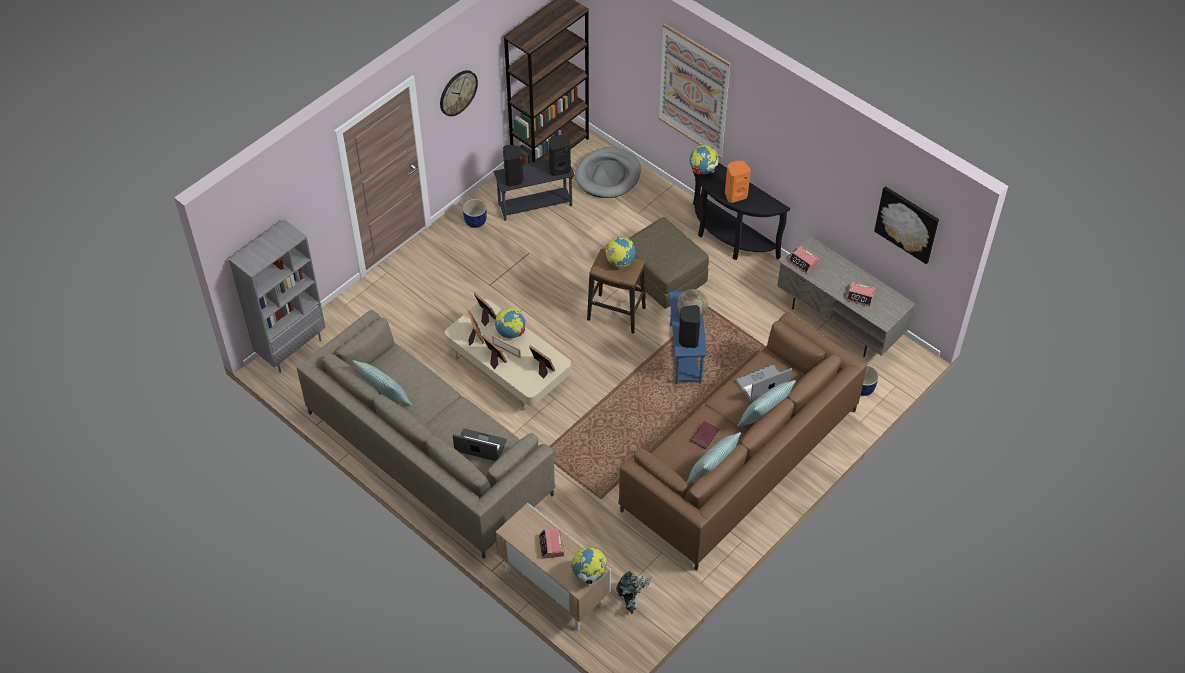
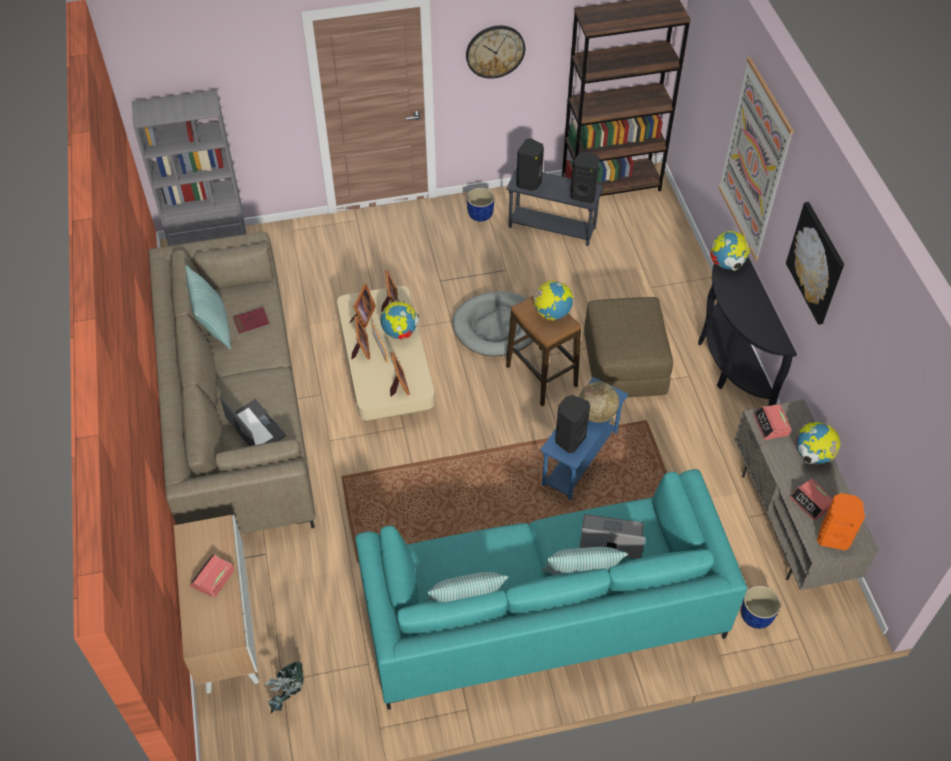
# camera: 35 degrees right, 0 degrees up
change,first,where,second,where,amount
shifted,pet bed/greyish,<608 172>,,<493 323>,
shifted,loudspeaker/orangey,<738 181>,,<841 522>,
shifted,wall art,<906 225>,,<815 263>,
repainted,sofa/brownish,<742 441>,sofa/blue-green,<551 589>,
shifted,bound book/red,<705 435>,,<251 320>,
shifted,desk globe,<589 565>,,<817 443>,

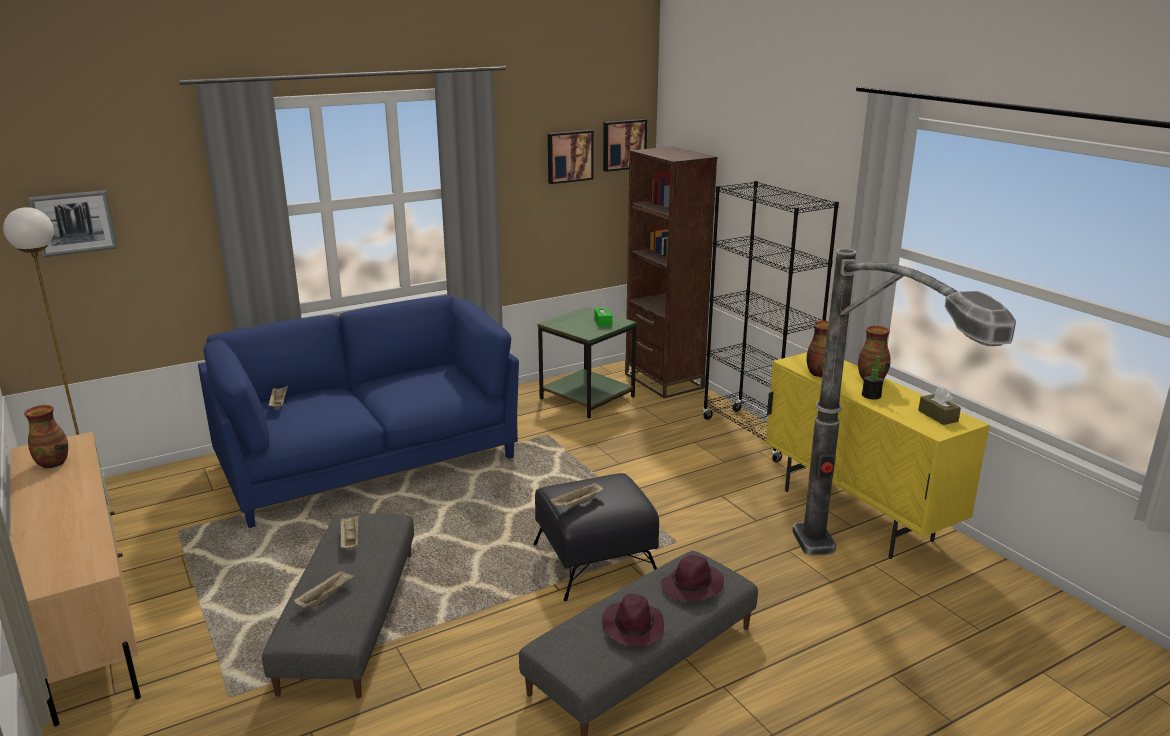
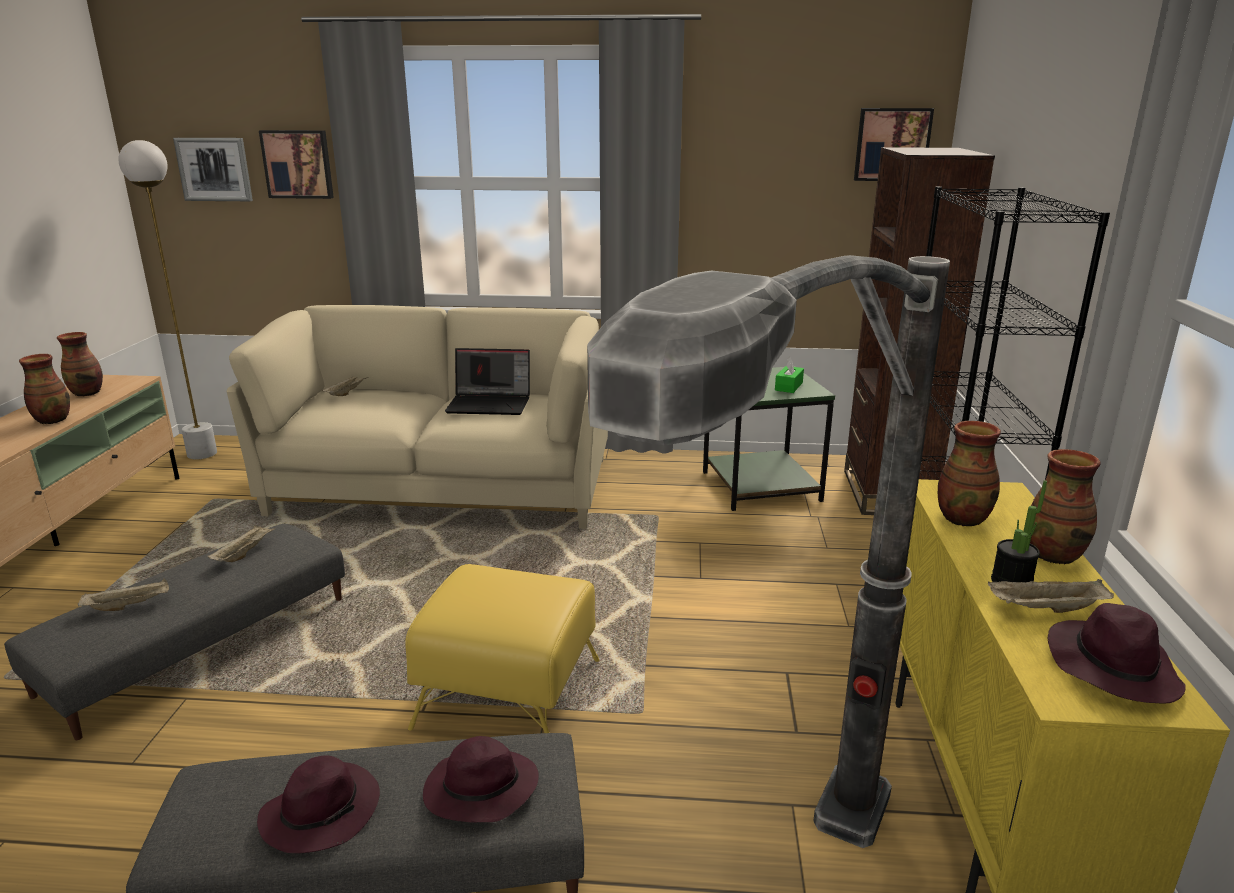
# camera: 35 degrees right, 0 degrees up
change,first,where,second,where,amount
shifted,wall art,<571 157>,,<296 164>,
repainted,sofa/blue-coloured,<358 411>,sofa/beige,<417 417>,
swapped,tissue holder/brownish,<939 406>,clothing hat/purple-coloured,<1117 653>,
repainted,footrest/black,<596 537>,footrest/yellow-coloured,<502 648>,
shifted,serving tray/beige,<577 494>,,<1051 596>,
new,,,laptop,<487 381>,
new,,,flower vase,<44 389>,

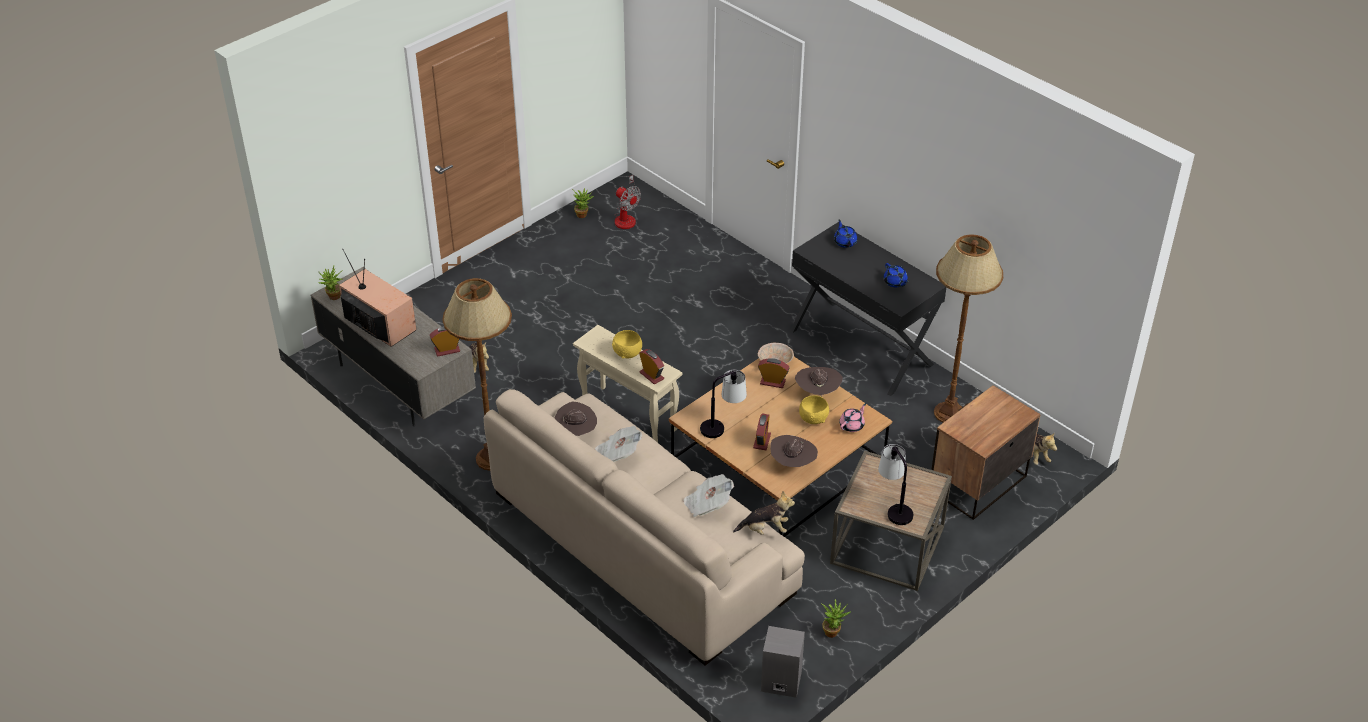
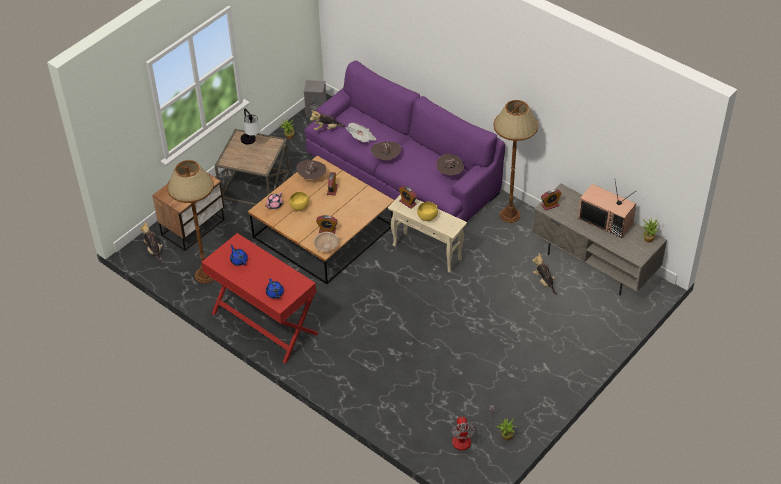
# camera: 175 degrees right, 5 degrees up
change,first,where,second,where,amount
rotated,cooling fan,<628 202>,,<472 427>,135 degrees counterclockwise
repainted,desk/black,<868 309>,desk/red,<260 298>,
shifted,clothing hat/brownish,<819 381>,,<386 151>,
gone,tabletop lamp,<723 404>,,,
repainted,sofa/beige,<644 527>,sofa/purple-coloured,<404 141>,
gone,printed paper,<618 444>,,,

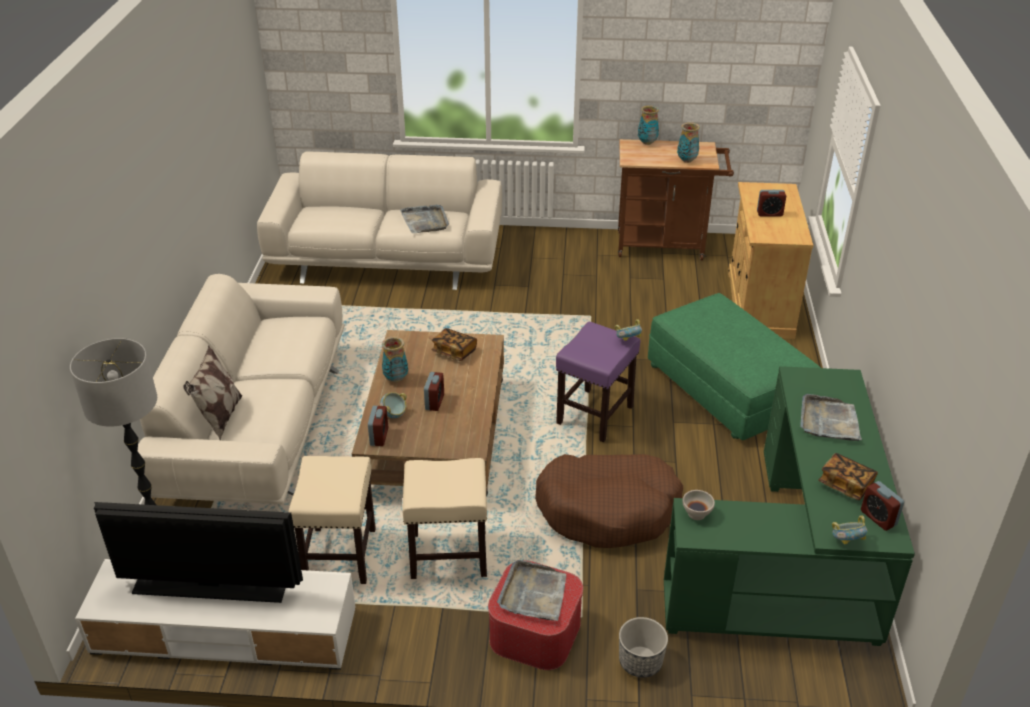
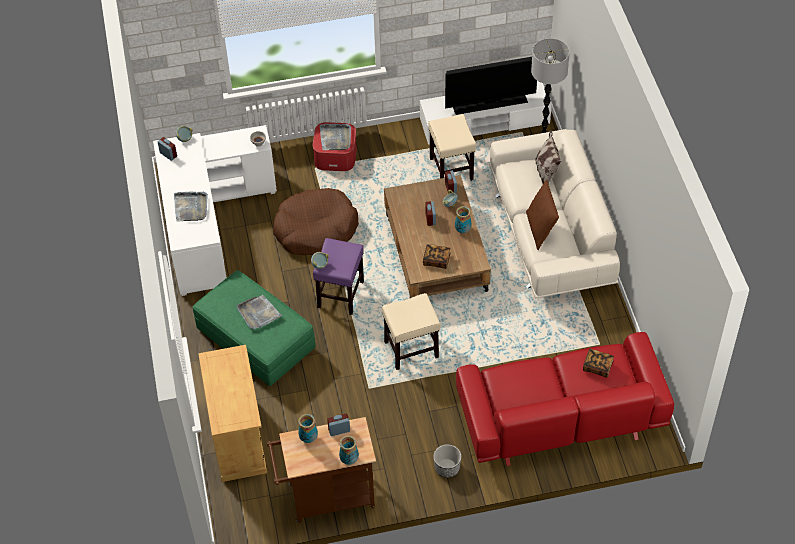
# camera: 165 degrees right, 15 degrees up
change,first,where,second,where,amount
repainted,sofa/beige,<379 220>,sofa/red,<565 399>,
shifted,bedside clock,<771 203>,,<338 425>,
shifted,serving tray/greyish,<424 219>,,<259 312>,
repainted,desk/greenish,<789 506>,desk/whitish,<215 210>,
shifted,bound book,<848 476>,,<598 363>,
shifted,stool/beige,<444 518>,,<411 331>,
shifted,plant pot,<643 647>,,<447 461>,
new,,,cushion/brownish,<542 214>,

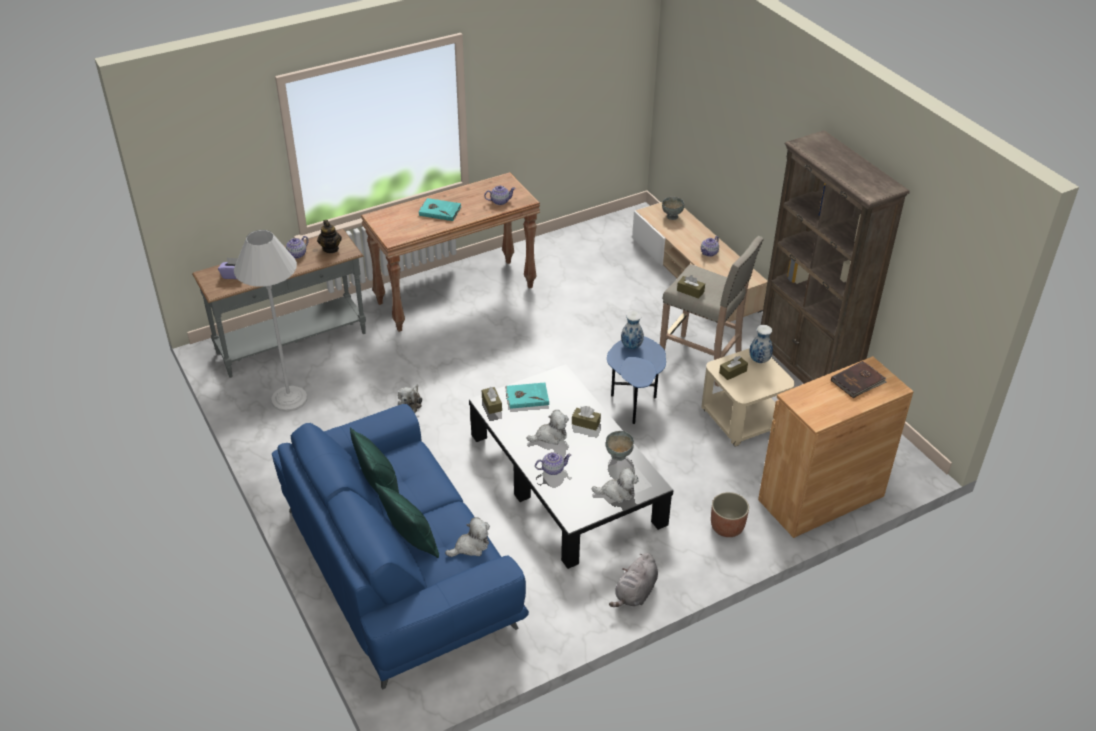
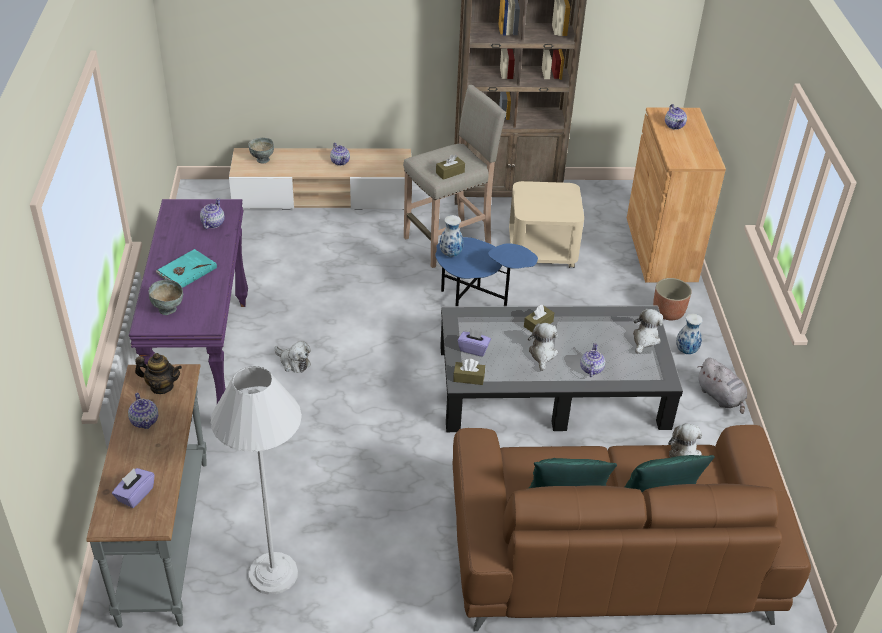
# camera: 65 degrees left, 0 degrees up
change,first,where,second,where,amount
repainted,narrow table/brownish,<450 252>,narrow table/purple-coloured,<188 301>,
shifted,flower vase,<761 344>,,<689 334>,
gone,tissue holder/brownish,<733 368>,,,
swapped,bound book/brownish,<859 379>,teapot,<676 117>,
swapped,bound book/blue-green,<527 396>,tissue holder/purple-coloured,<474 342>,
shifted,cuddly toy,<410 399>,,<292 357>,
repainted,sofa/blue-coloured,<400 547>,sofa/brownish,<632 528>,
shifted,deep dish/greyish,<620 446>,,<166 297>,

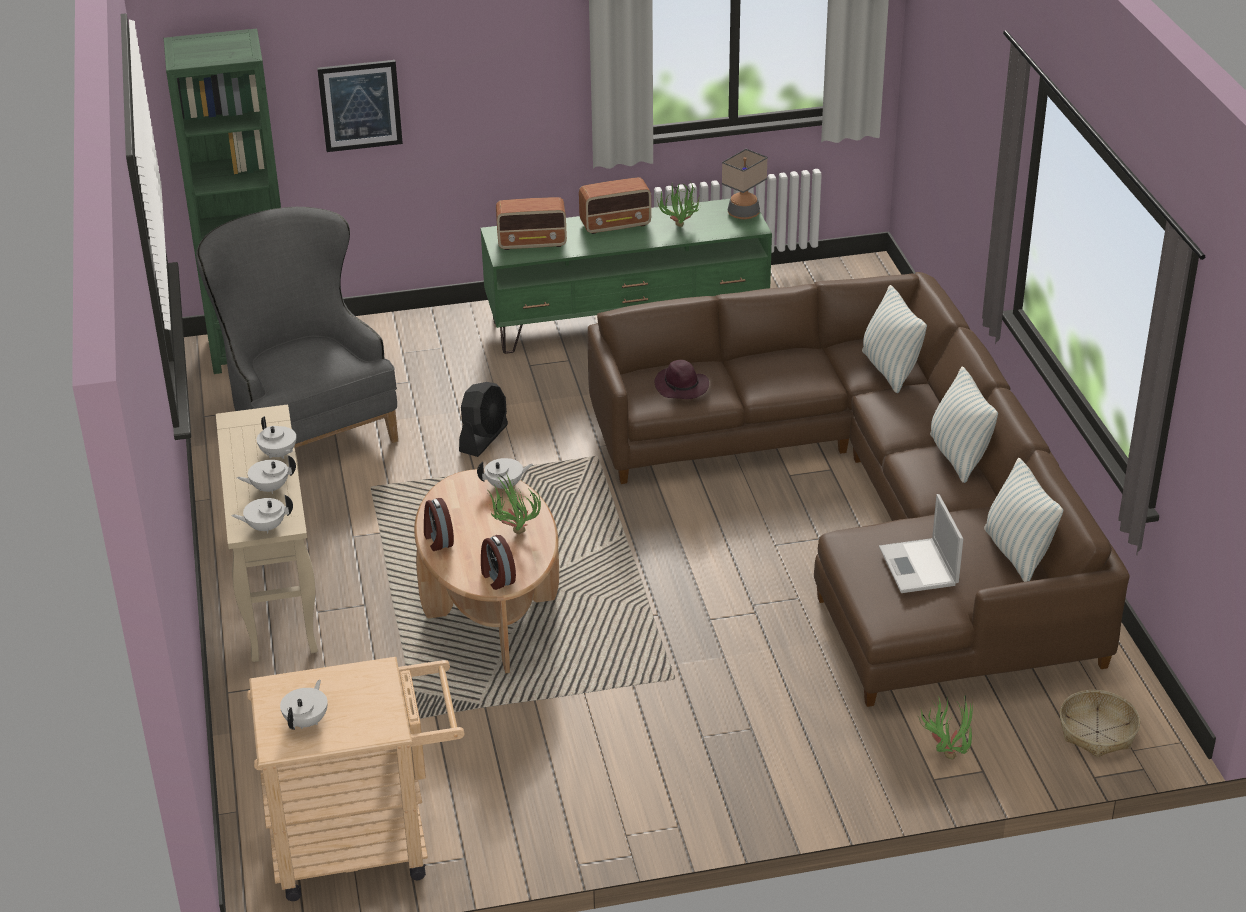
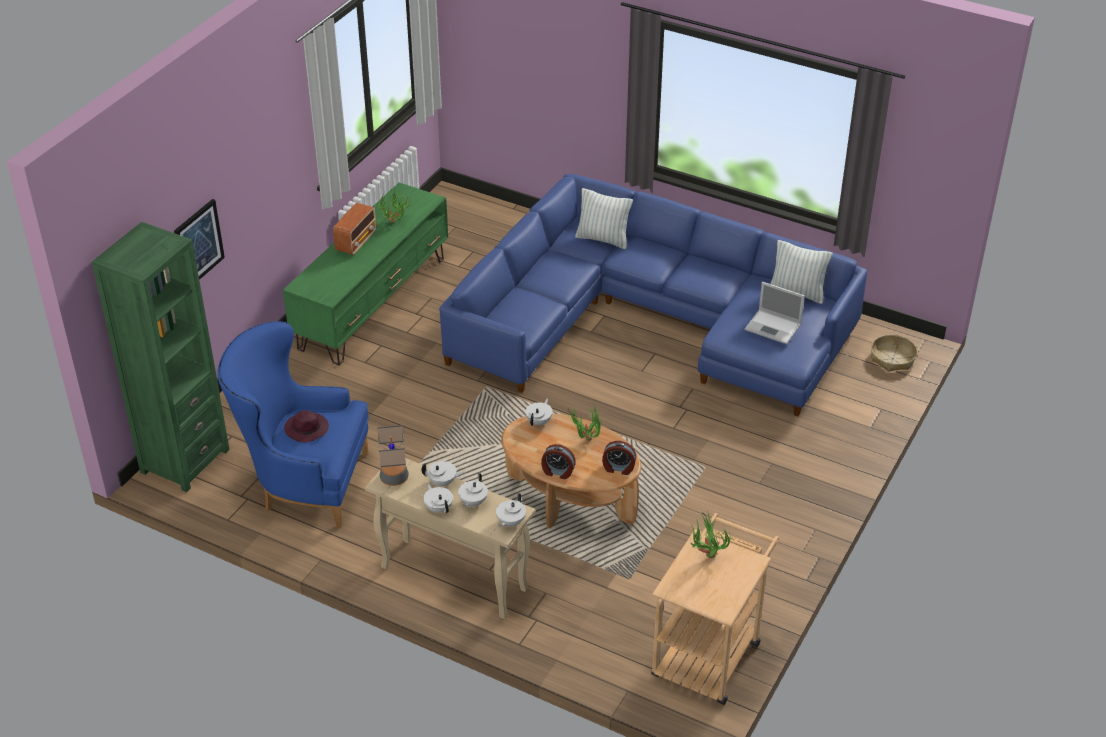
# camera: 50 degrees left, 5 degrees up
change,first,where,second,where,amount
shifted,tabletop lamp,<745 184>,,<393 455>,
gone,radio,<531 223>,,,
repainted,armchair/greyish,<297 327>,armchair/blue-coloured,<293 424>,
repainted,sofa/brownish,<858 489>,sofa/blue-coloured,<653 295>,
shifted,clothing hat/purple-coloured,<681 379>,,<306 426>,
gone,cushion,<964 425>,,,
gone,cooling fan/black,<483 419>,,,
shifted,teapot/whitish,<304 705>,,<438 498>,
shifted,houseplant,<946 727>,,<710 534>,

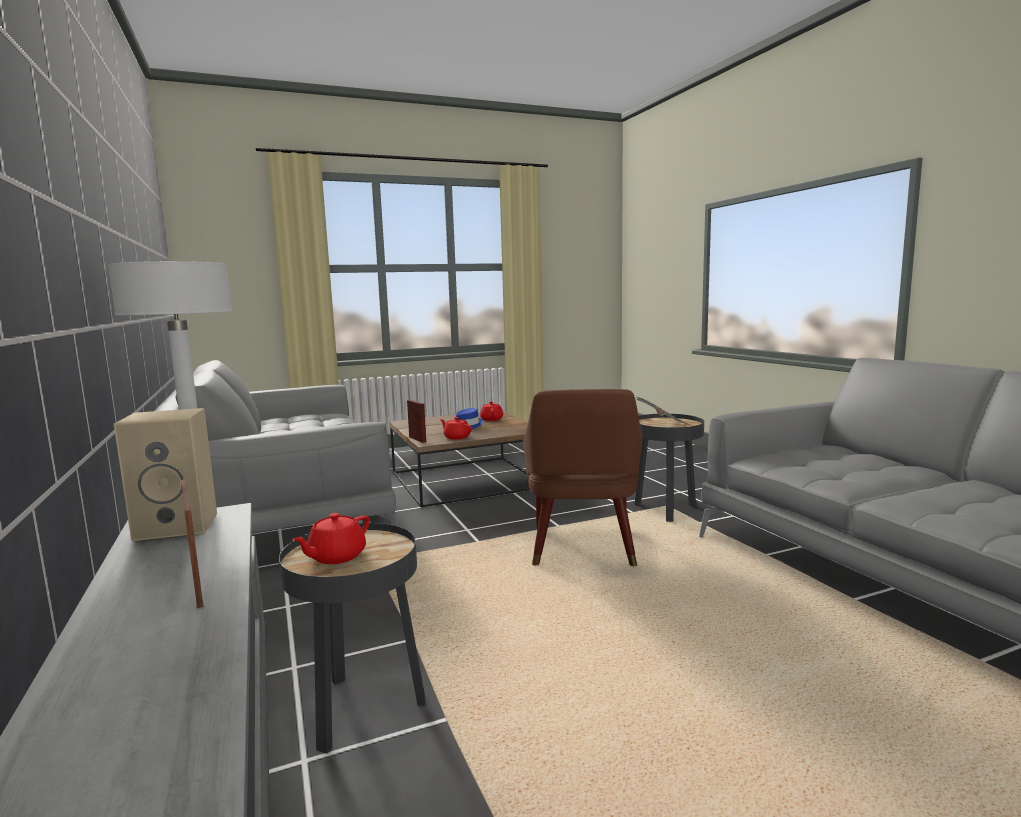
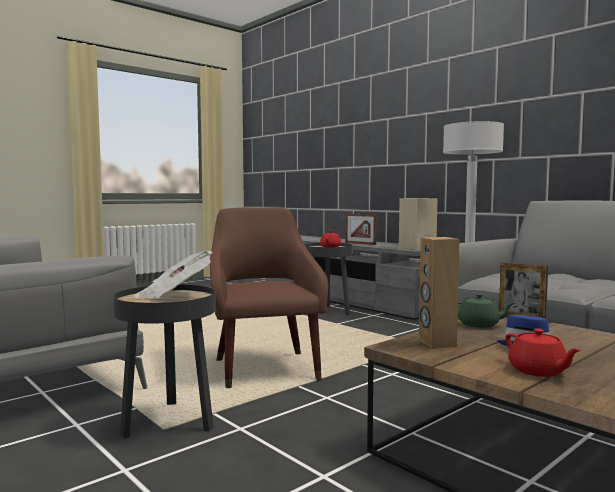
# camera: 160 degrees right, 5 degrees down
change,first,where,second,where,amount
repainted,teapot/red,<456 428>,teapot/greenish,<487 310>,
new,,,loudspeaker/brownish,<439 292>,

